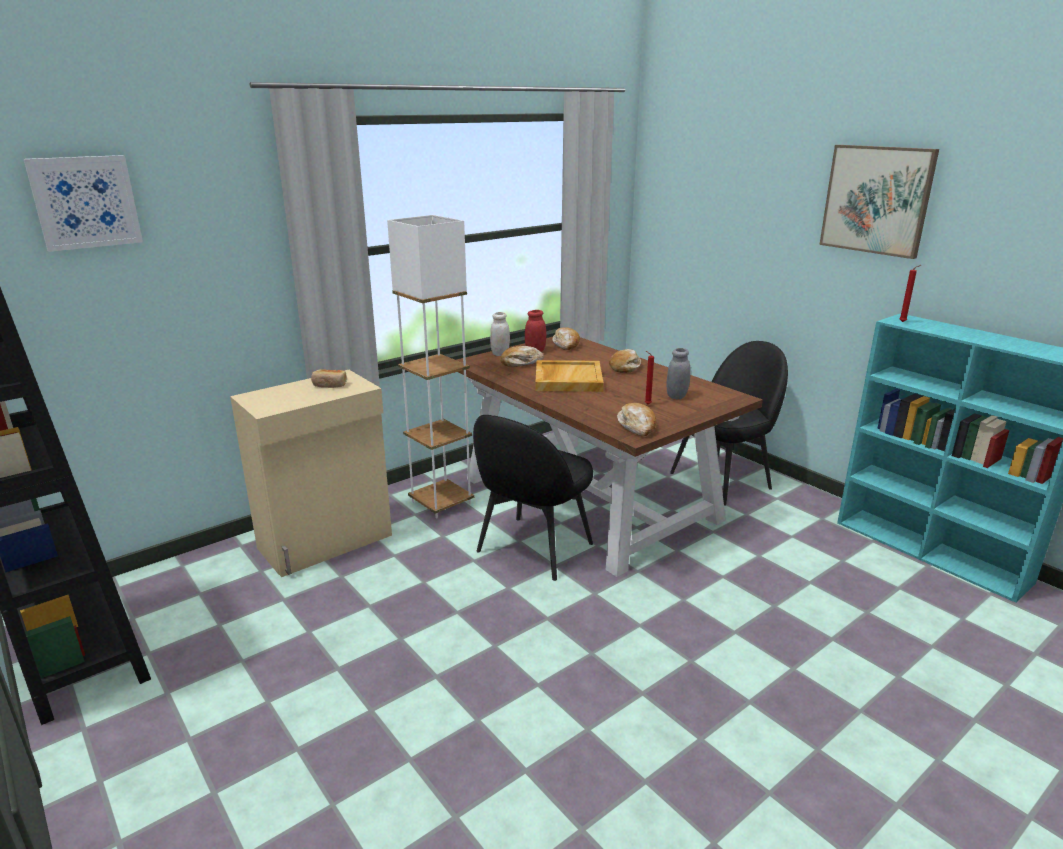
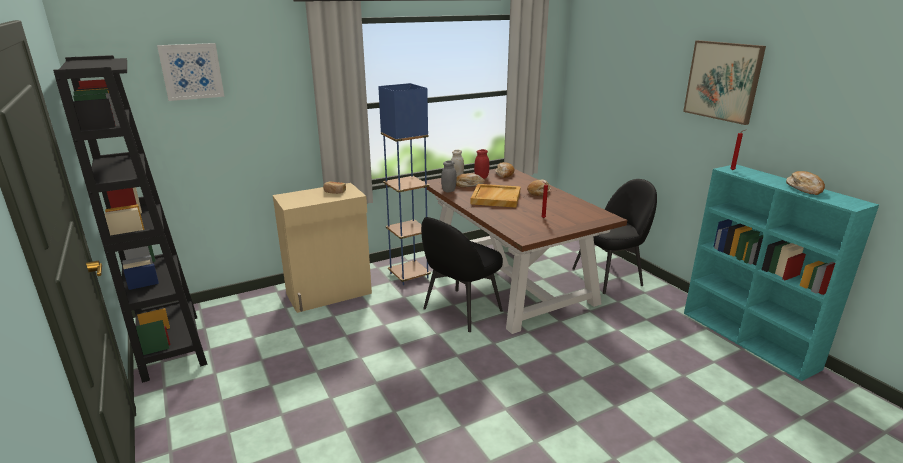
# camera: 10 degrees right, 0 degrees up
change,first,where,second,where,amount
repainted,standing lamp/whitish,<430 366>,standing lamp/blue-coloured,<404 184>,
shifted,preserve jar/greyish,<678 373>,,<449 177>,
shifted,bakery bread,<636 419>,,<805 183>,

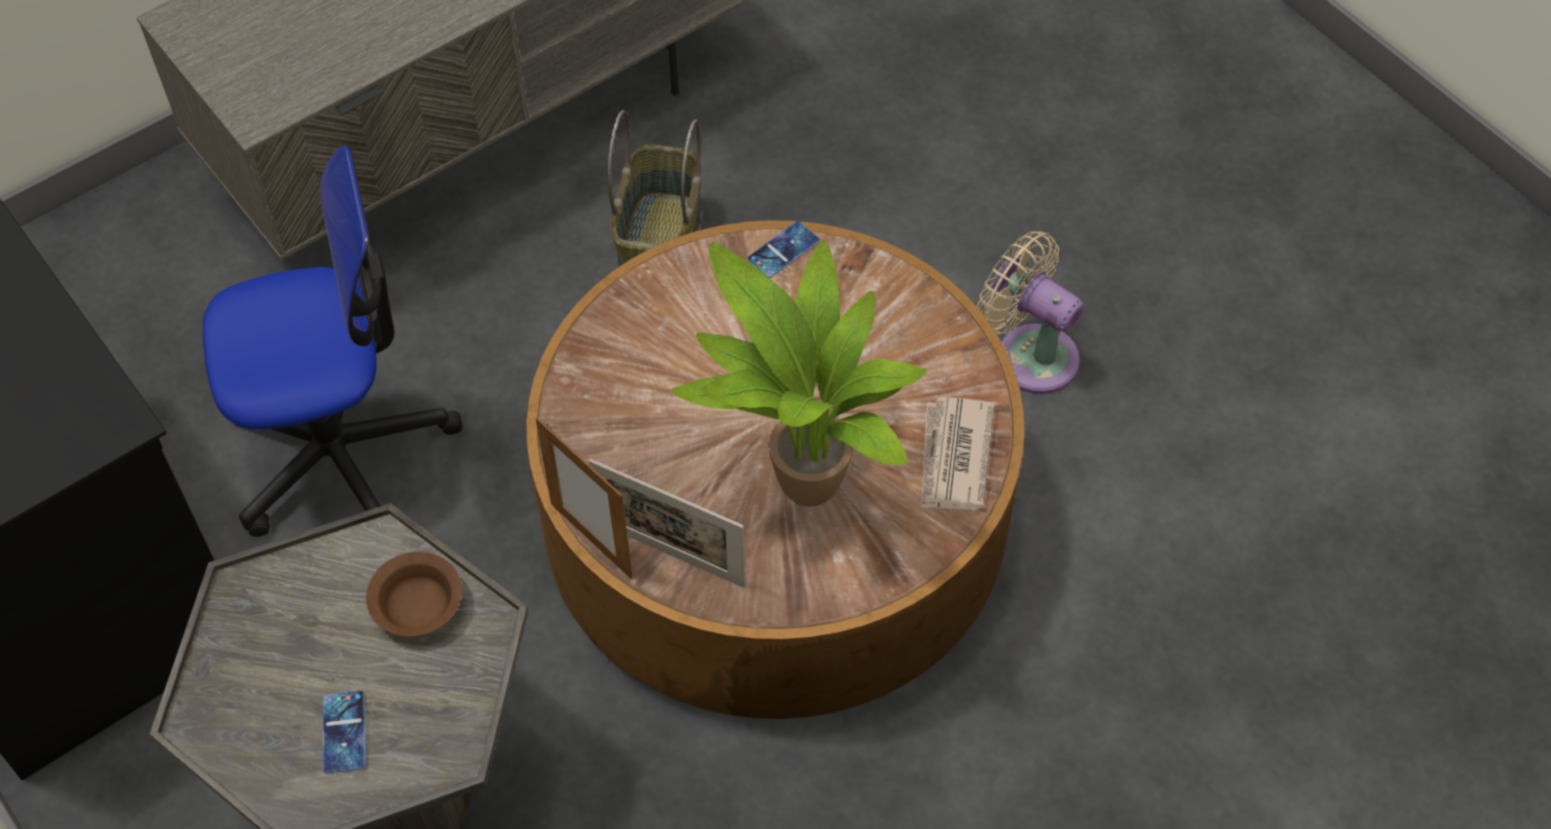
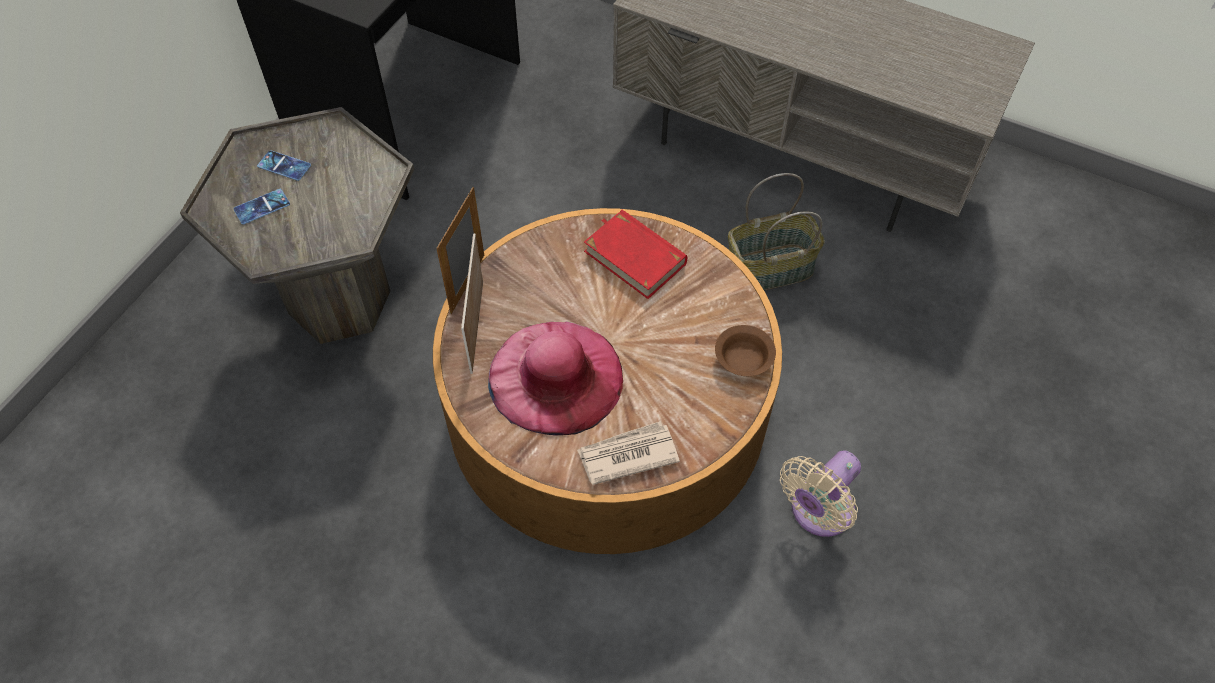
# camera: 65 degrees right, 0 degrees up
change,first,where,second,where,amount
gone,computer chair,<333 341>,,,
shifted,phone,<783 249>,,<284 165>,
rotated,cooling fan/beige,<1030 312>,,<820 493>,150 degrees counterclockwise
swapped,houseplant,<799 373>,clothing hat/pinkish,<555 379>,
shifted,deep dish/brownish,<414 594>,,<745 350>,
new,,,bound book/red,<635 254>,

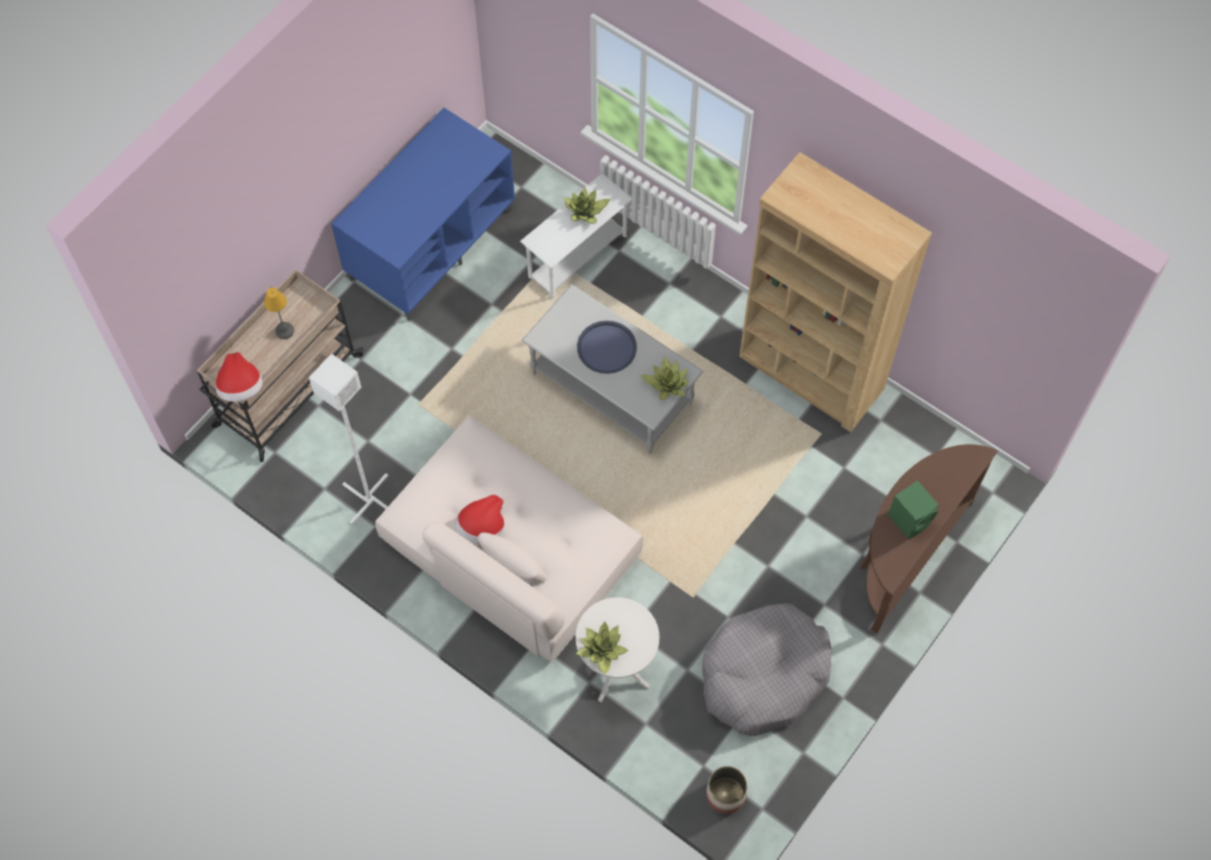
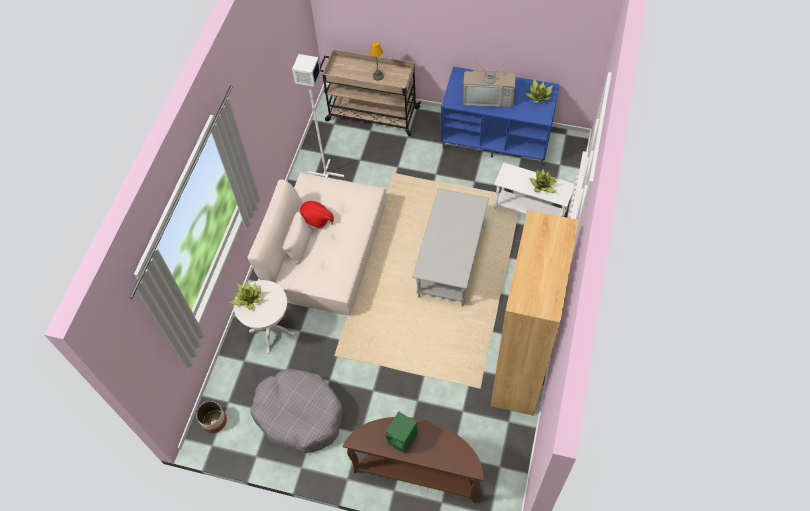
# camera: 70 degrees right, 5 degrees down
change,first,where,second,where,amount
gone,serving tray/blue-coloured,<607 347>,,,
gone,clothing hat,<239 377>,,,
shifted,houseplant,<664 378>,,<539 91>,
new,,,TV set,<489 83>,

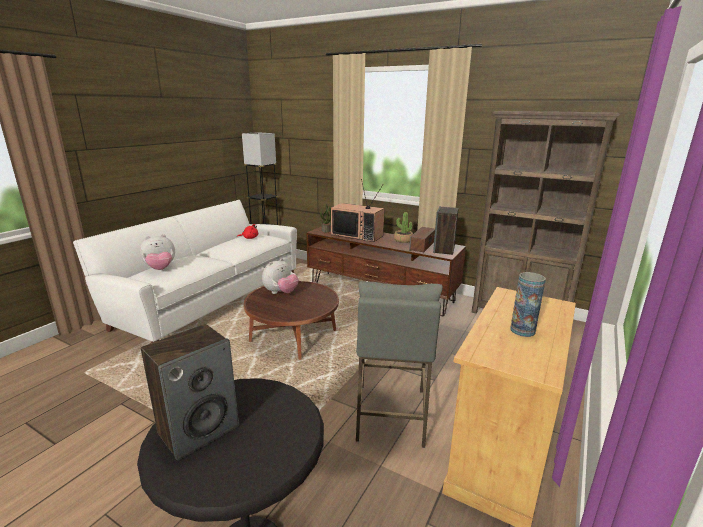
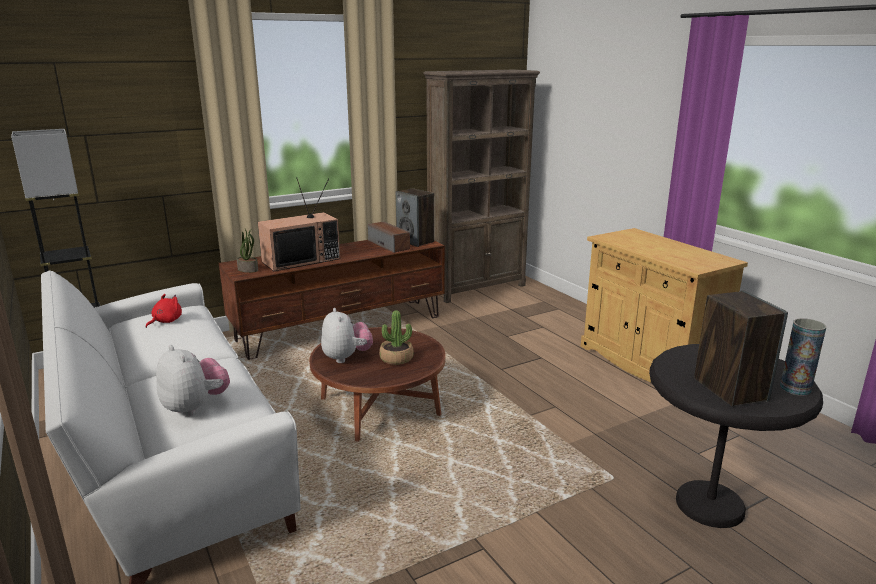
# camera: 60 degrees left, 0 degrees up
change,first,where,second,where,amount
shifted,houseplant,<403 227>,,<396 337>,
rotated,cuddly toy,<157 252>,,<193 381>,45 degrees counterclockwise
shifted,flower vase,<528 304>,,<803 357>,
gone,stool/greyish,<399 364>,,,

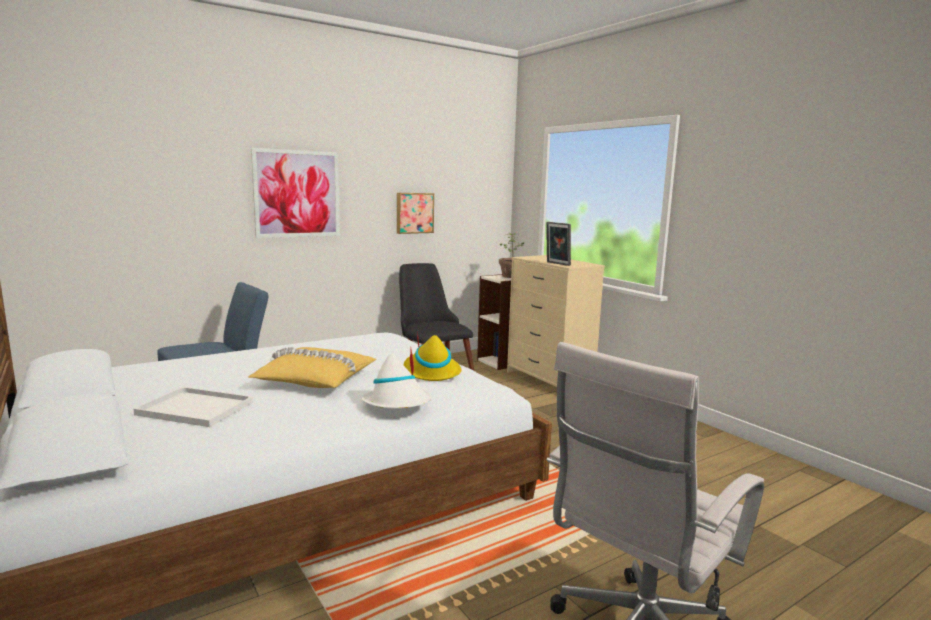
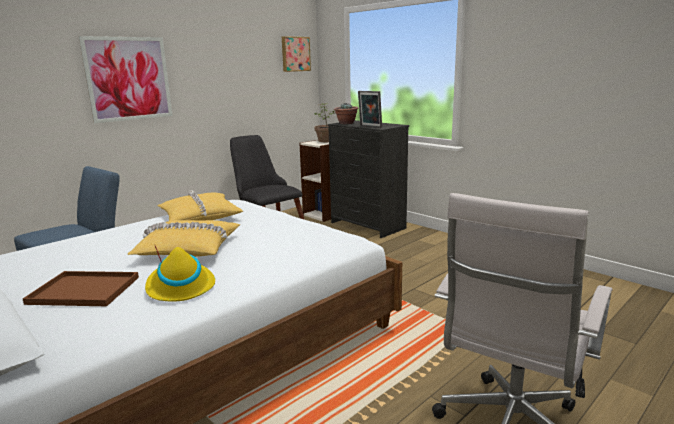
# camera: 10 degrees left, 5 degrees up
change,first,where,second,where,amount
shifted,wall art,<415 213>,,<296 54>,
repainted,dresser/beige,<556 321>,dresser/black,<368 179>,
shifted,clothing hat/yellow-coloured,<433 355>,,<180 272>,
gone,clothing hat/whitish,<396 379>,,,
repainted,serving tray/whitish,<193 407>,serving tray/brownish,<81 288>,
new,,,houseplant,<346 113>,
new,,,cushion/yellow-coloured,<200 205>,

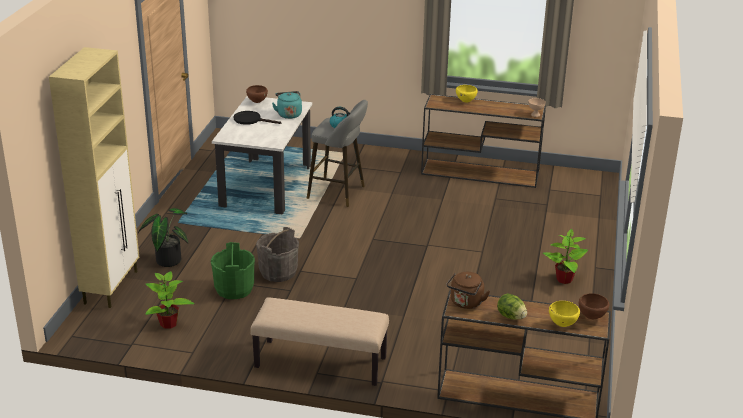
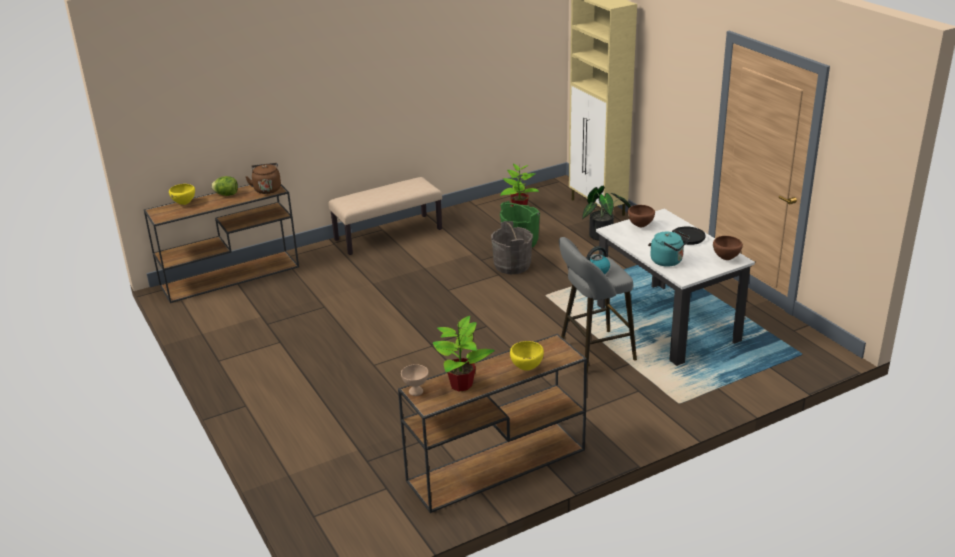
# camera: 140 degrees right, 0 degrees up
change,first,where,second,where,amount
shifted,houseplant,<565 256>,,<464 354>,
shifted,deep dish/brownish,<594 306>,,<641 216>,

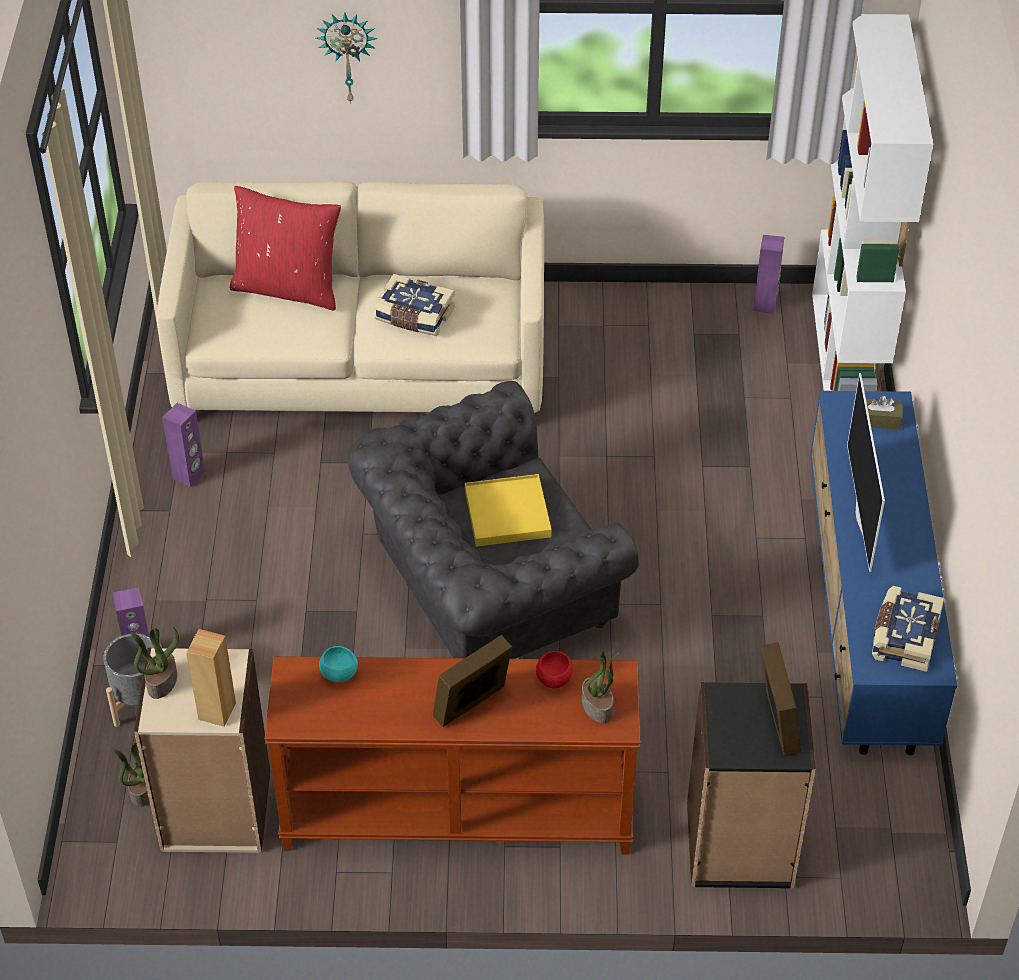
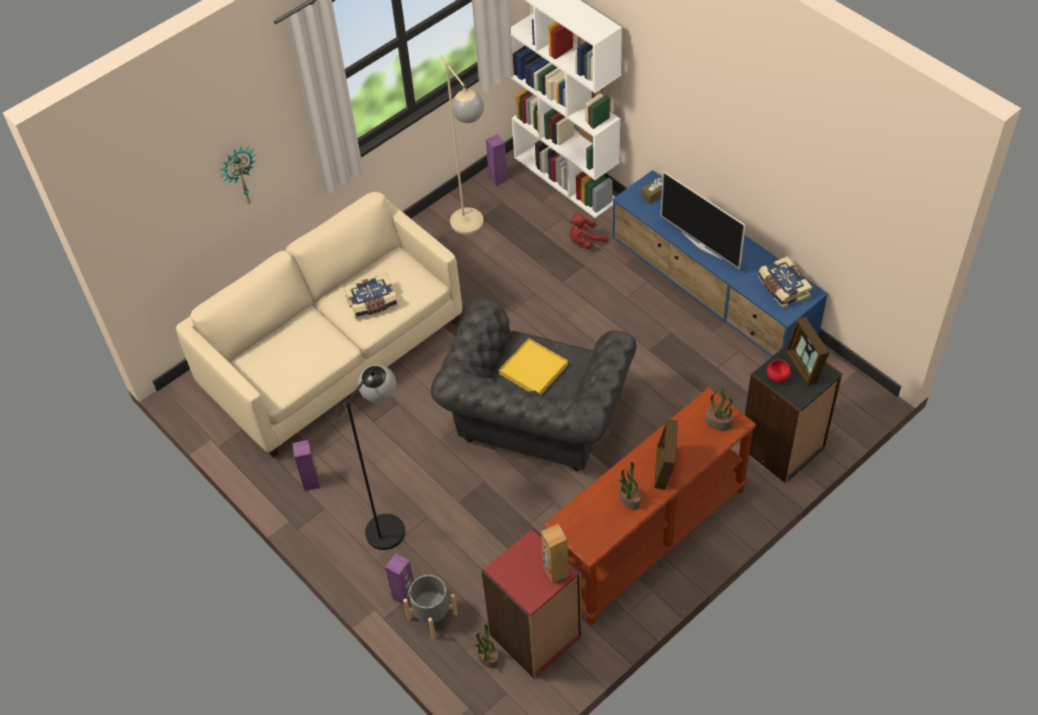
# camera: 40 degrees left, 5 degrees up
change,first,where,second,where,amount
gone,cushion/red,<285 248>,,,
shifted,houseplant,<155 662>,,<630 486>,
rotated,picture frame,<780 699>,,<807 351>,150 degrees counterclockwise
gone,deep dish/blue-green,<338 664>,,,
repainted,shelving unit/beige,<202 750>,shelving unit/red,<531 603>,
shifted,deep dish/red,<554 669>,,<779 371>,
new,,,standing lamp/beige,<462 145>,
new,,,cuddly toy/red,<589 231>,
new,,,standing lamp/black,<371 457>,

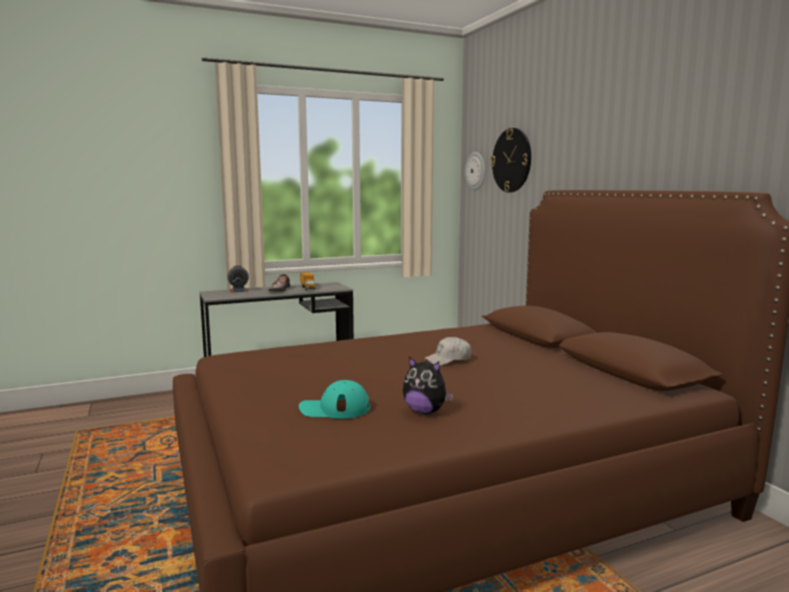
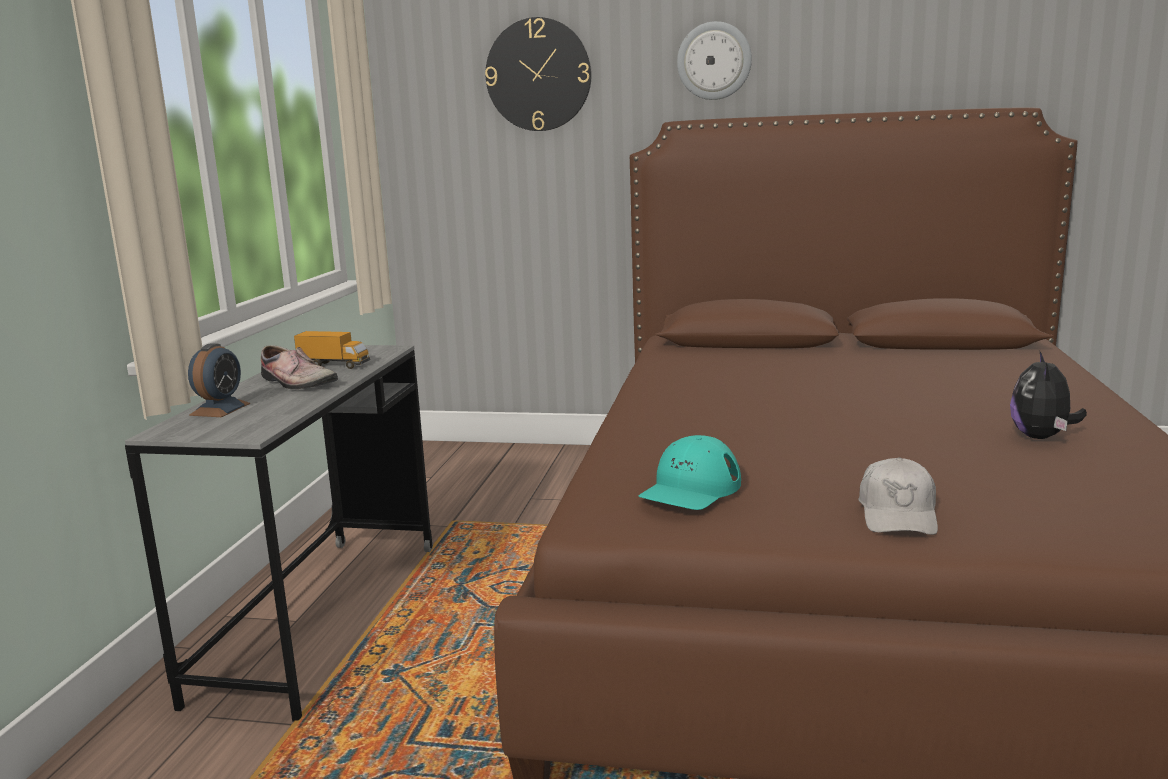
# camera: 55 degrees left, 5 degrees up
change,first,where,second,where,amount
shifted,clock on the wall,<475 171>,,<714 60>,
shifted,peaked cap/whitish,<447 351>,,<898 496>,
rotated,cuddly toy,<428 385>,,<1048 395>,135 degrees clockwise
shifted,peaked cap/blue-green,<334 399>,,<690 472>,

